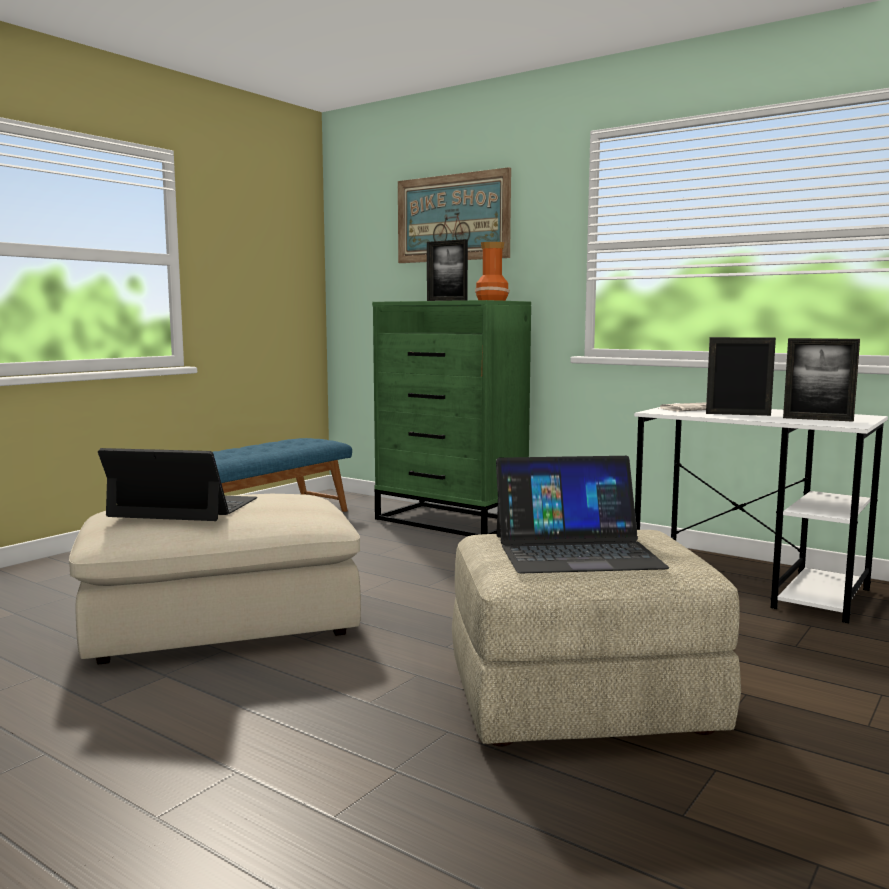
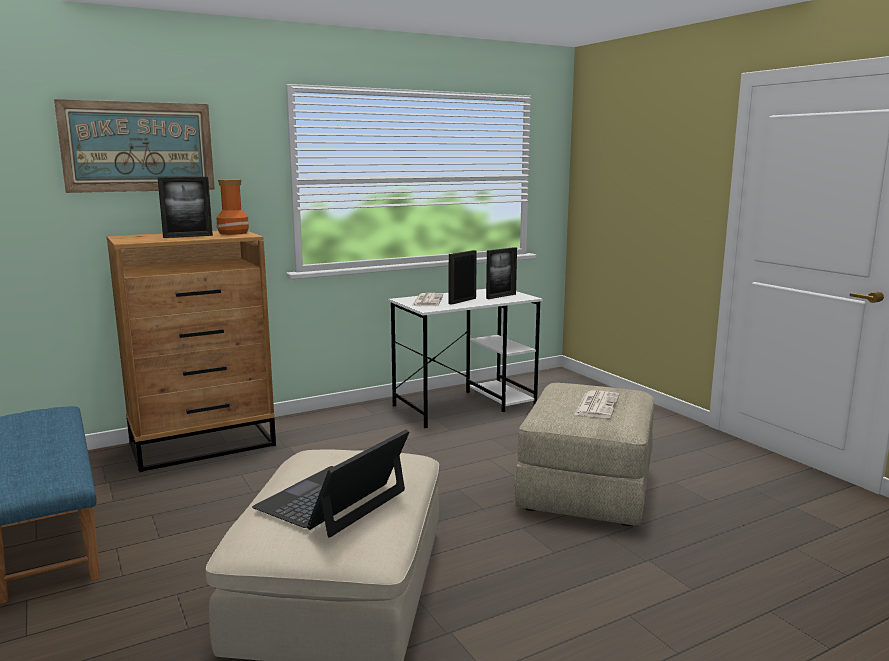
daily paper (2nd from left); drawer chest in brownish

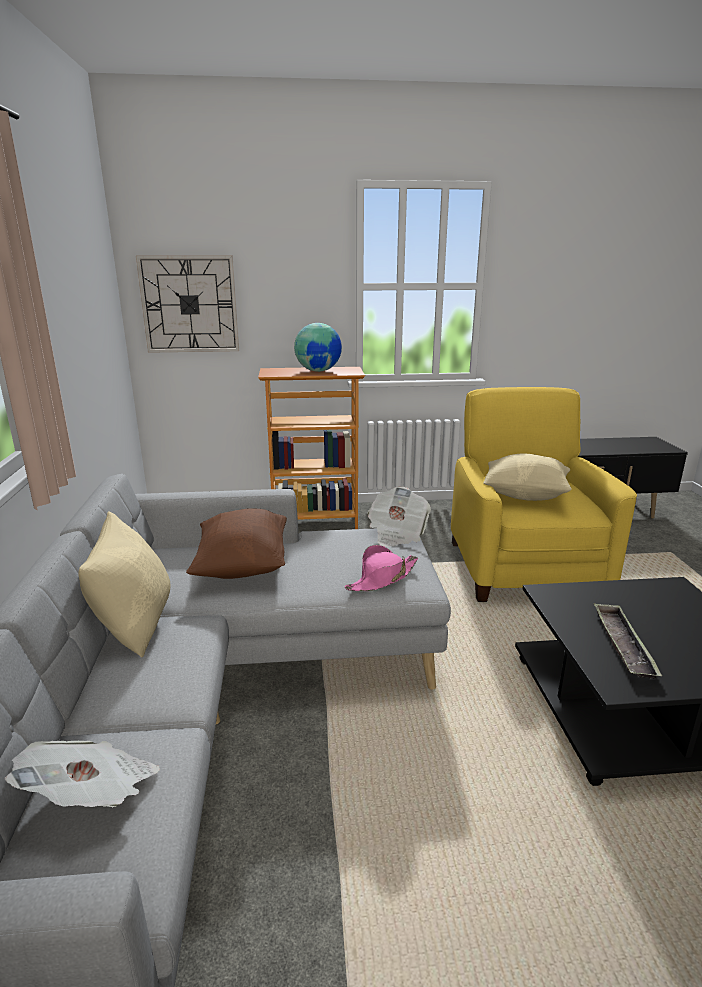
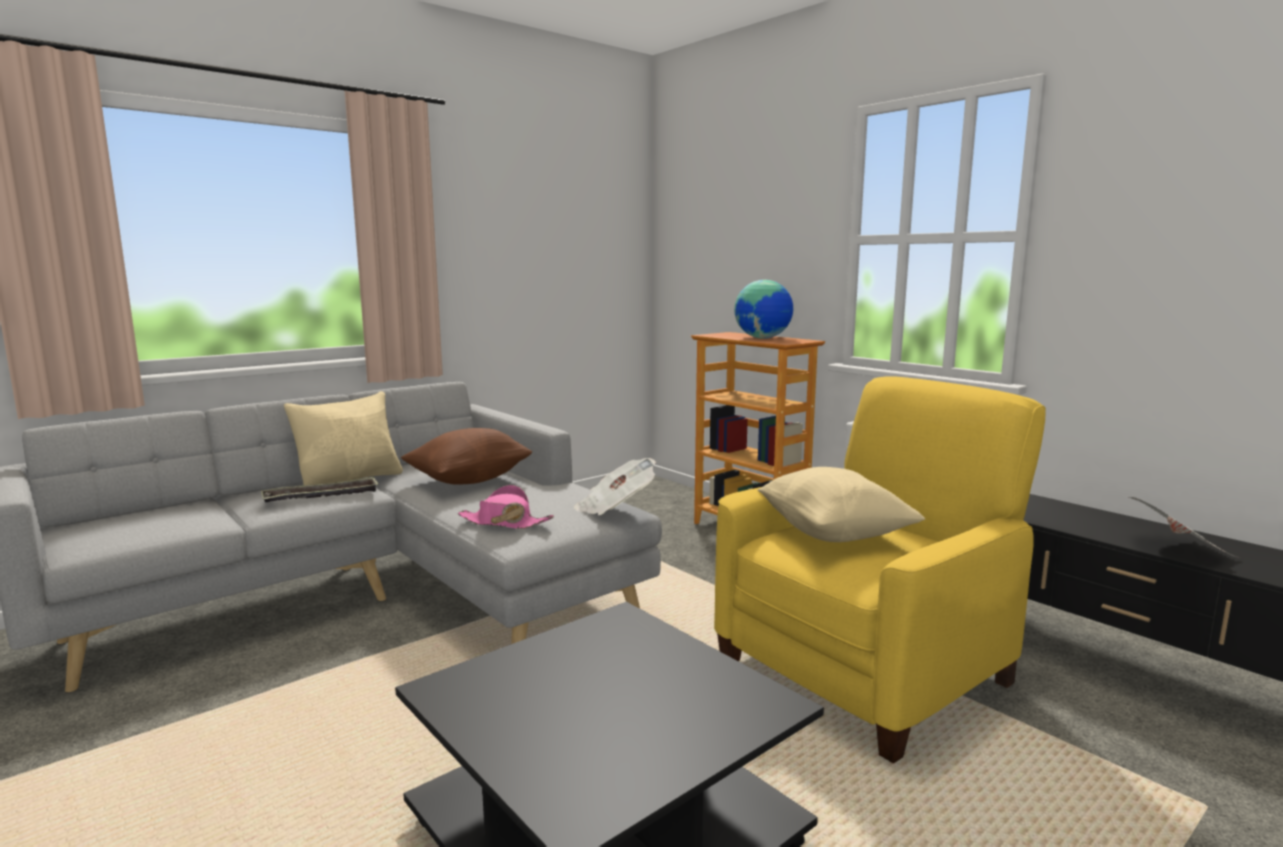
hanging clock; daily paper (2nd from left); serving tray

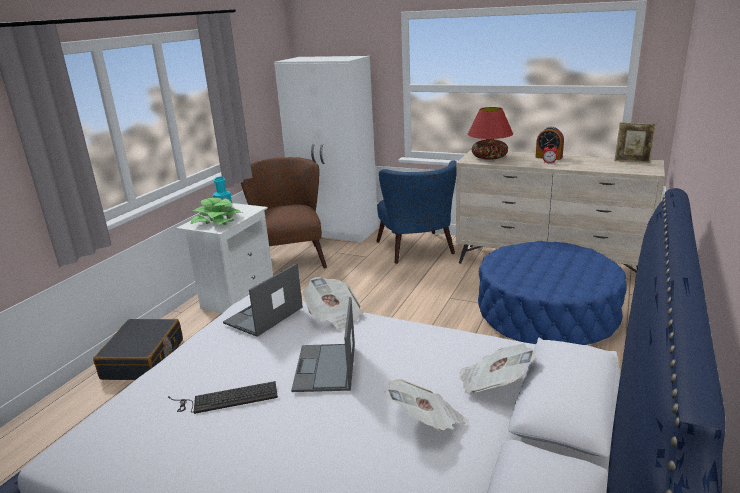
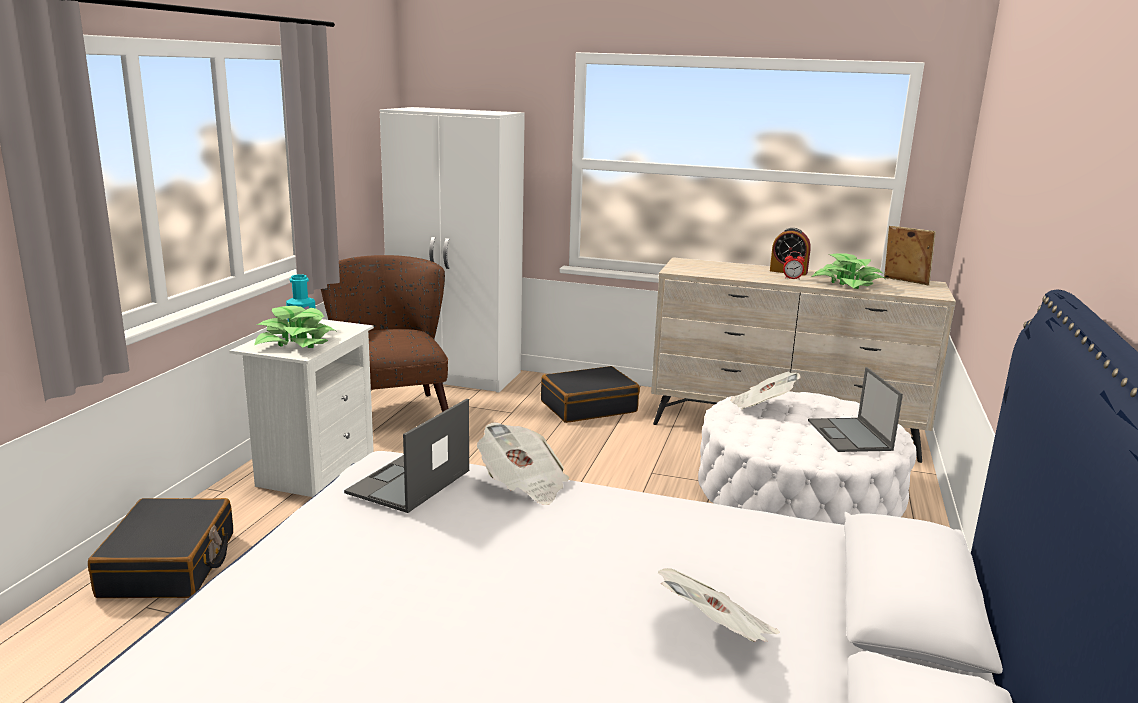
computer keyboard; tabletop lamp in reddish; plant in a pot (2nd from left); portable computer (2nd from left); daily paper (3rd from left); suitcase in blackish (2nd from left); footrest in whitish; photo frame

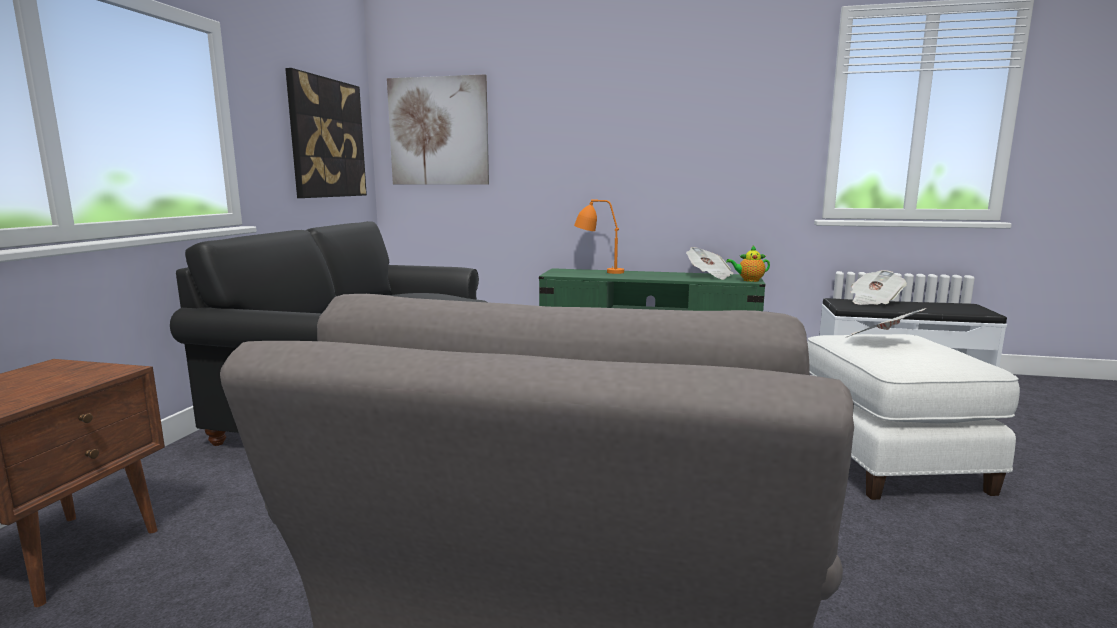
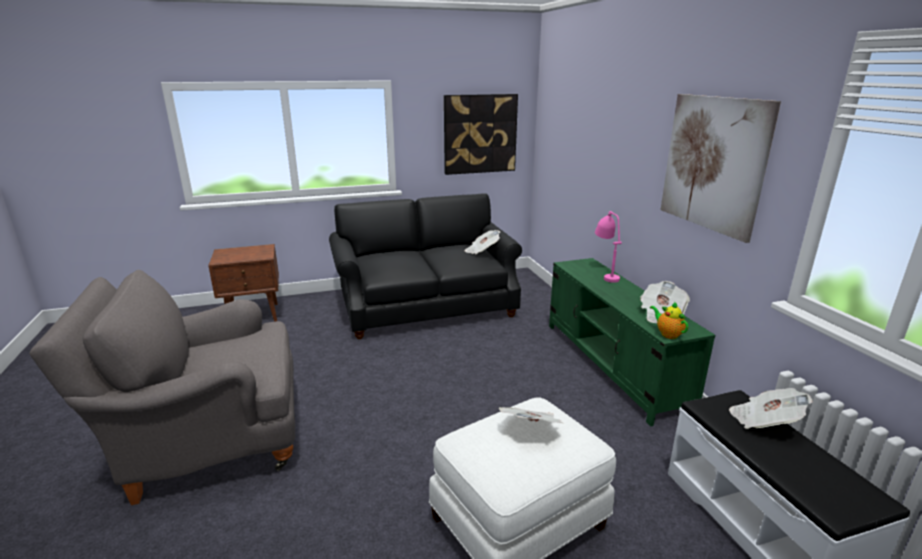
daily paper (1st from left); wall picture (2nd from left); tabletop lamp in pink-coloured

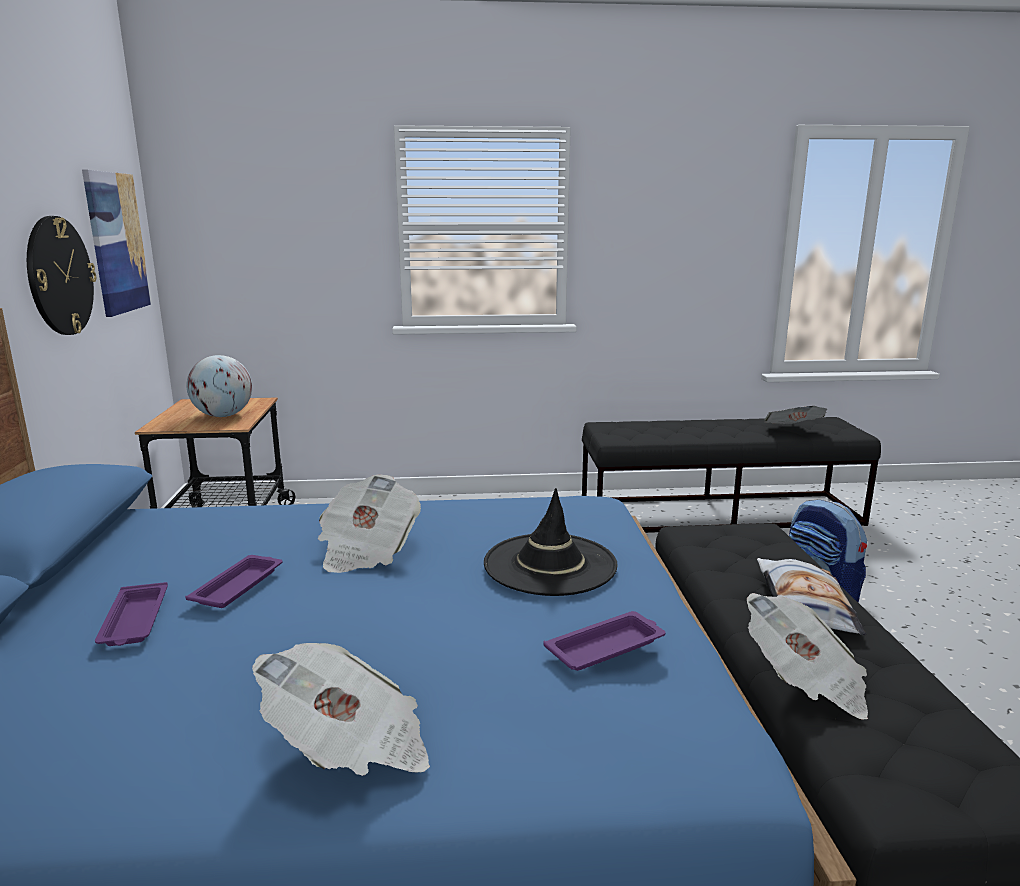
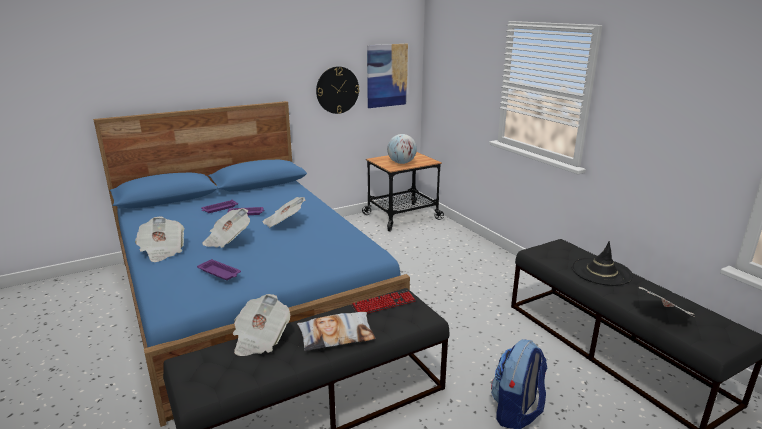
daily paper (2nd from left); computer keyboard; hat in blackish

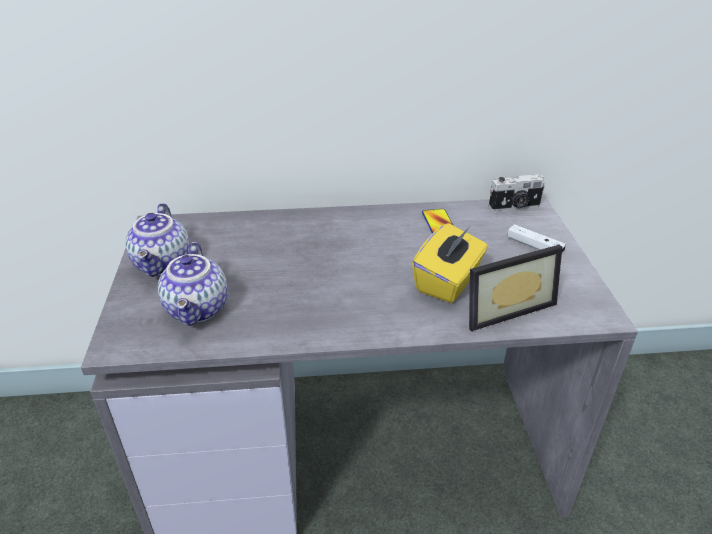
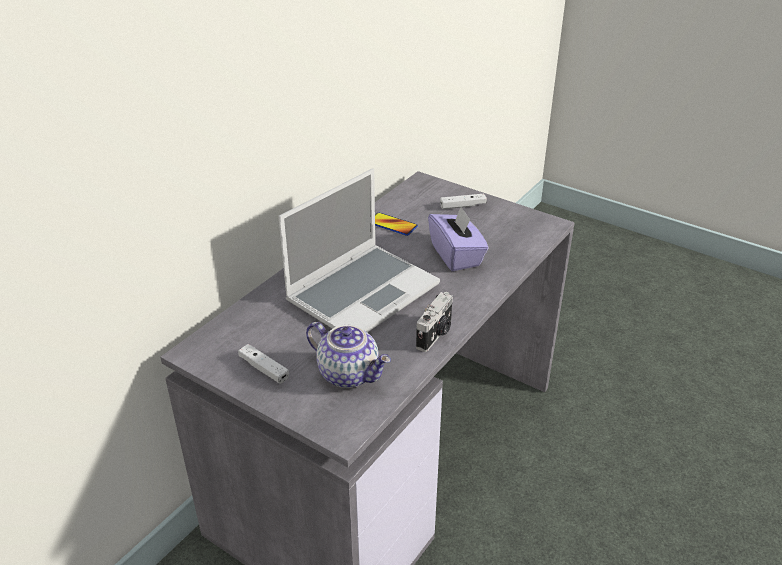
photo frame; portable computer; still camera; game controller in whitish (1st from left); tissue box in purplish

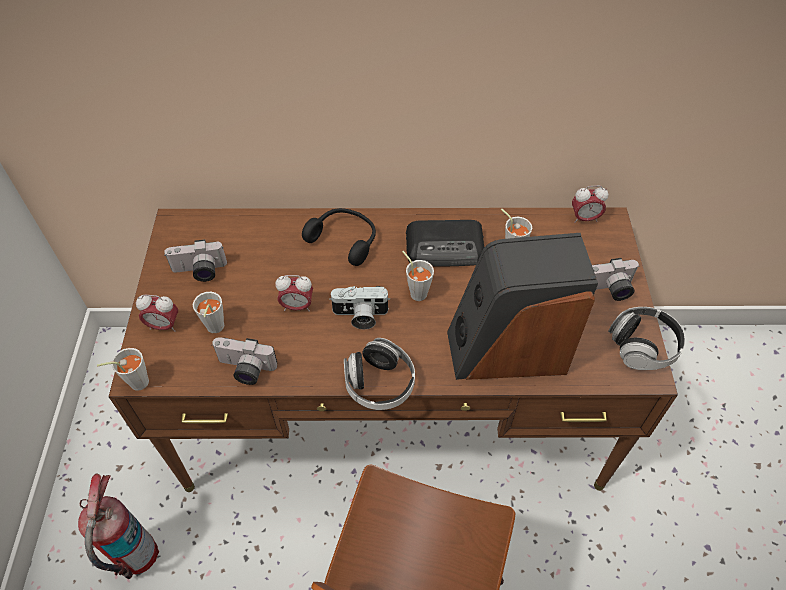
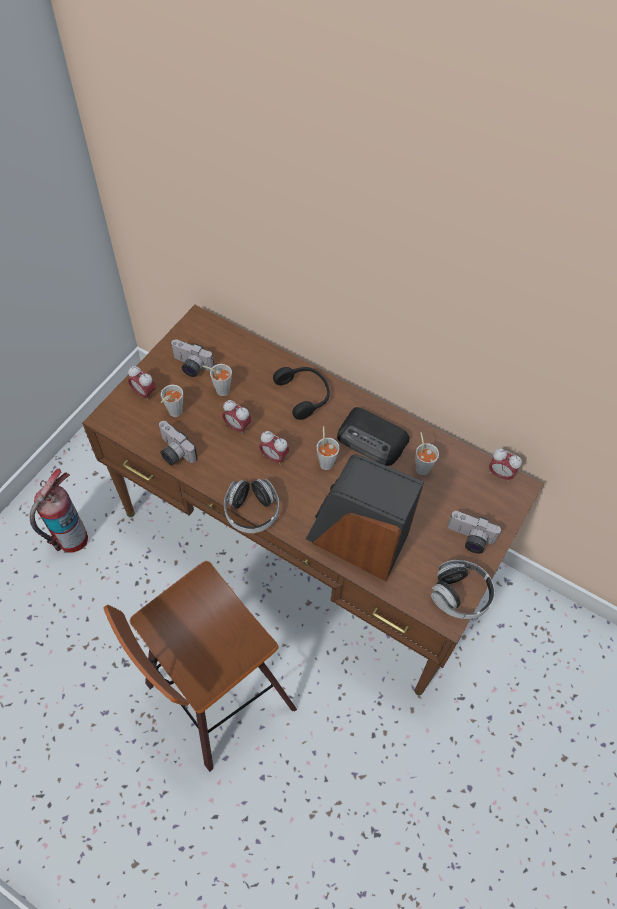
cup in greyish (2nd from left); table clock (3rd from left)

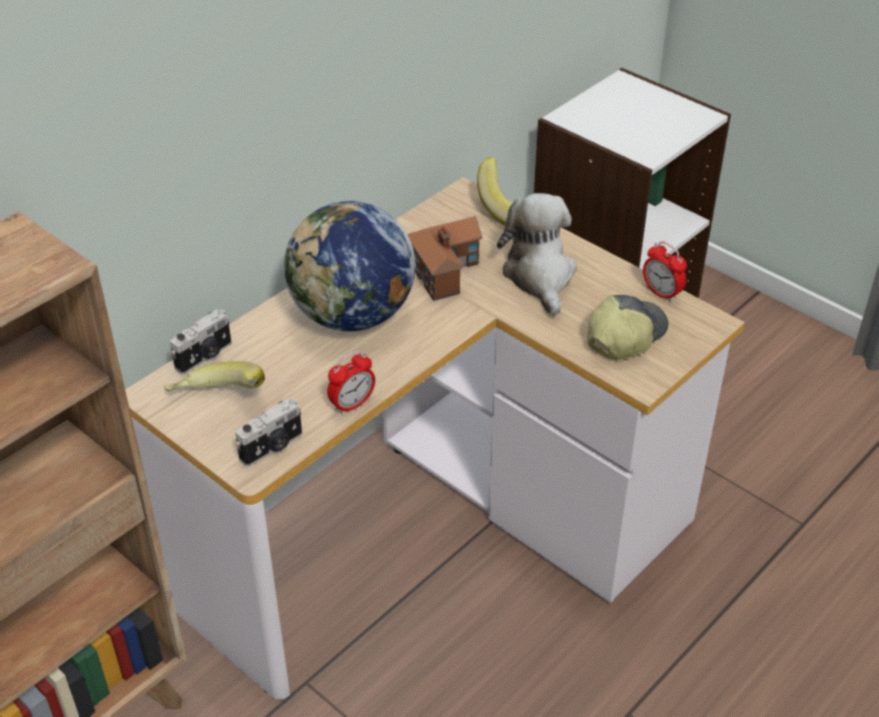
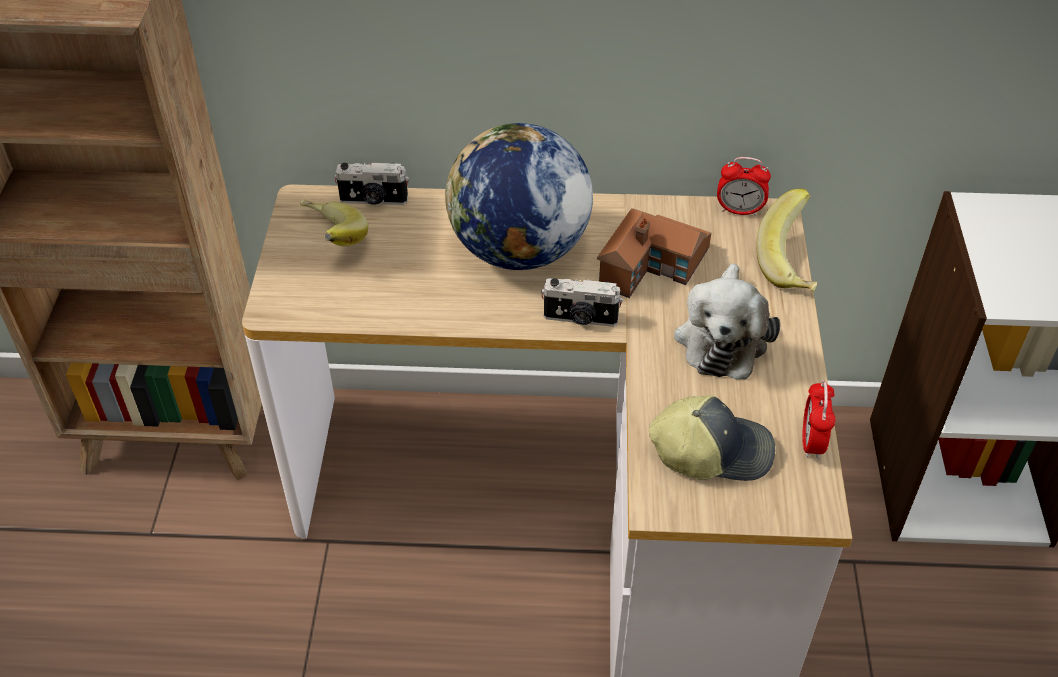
still camera (2nd from left); table clock (1st from left); soft toy

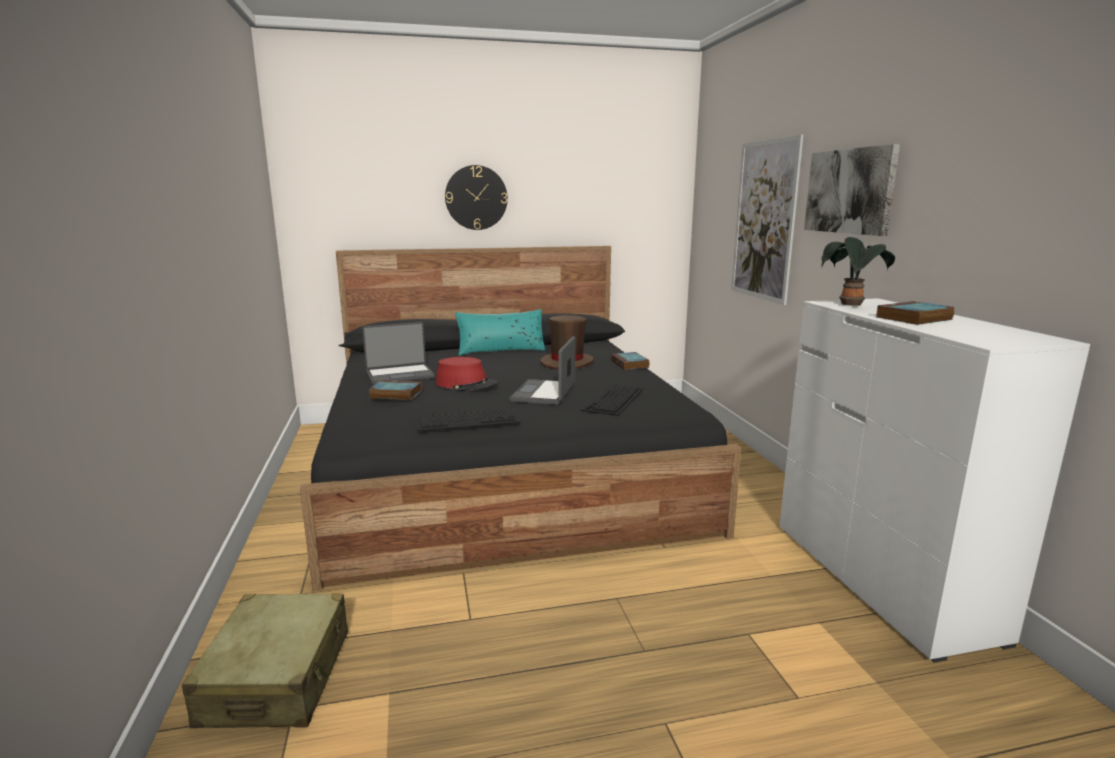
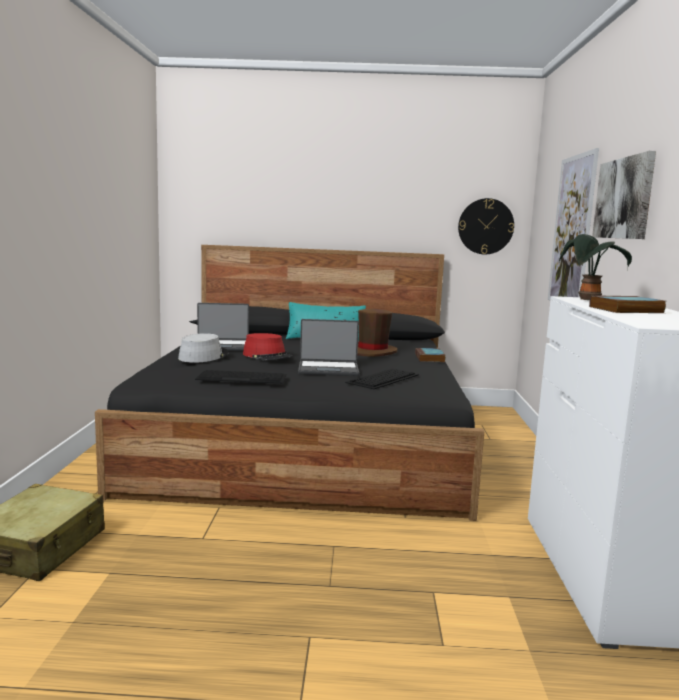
hanging clock; hat in greyish; portable computer (2nd from left)

